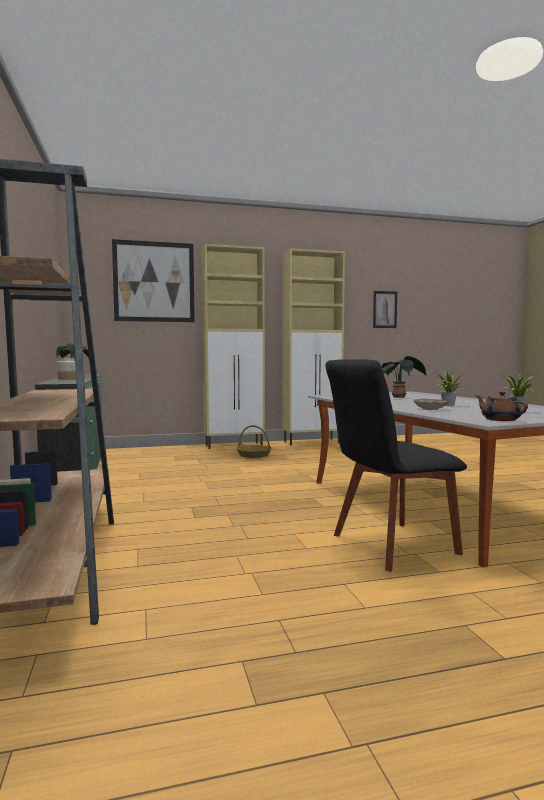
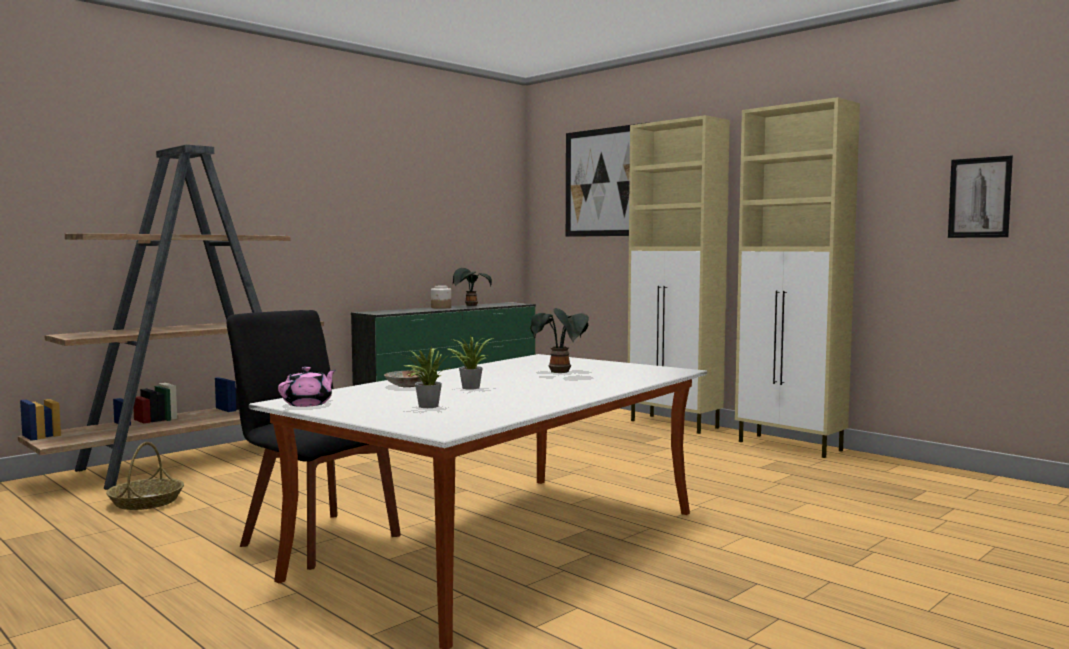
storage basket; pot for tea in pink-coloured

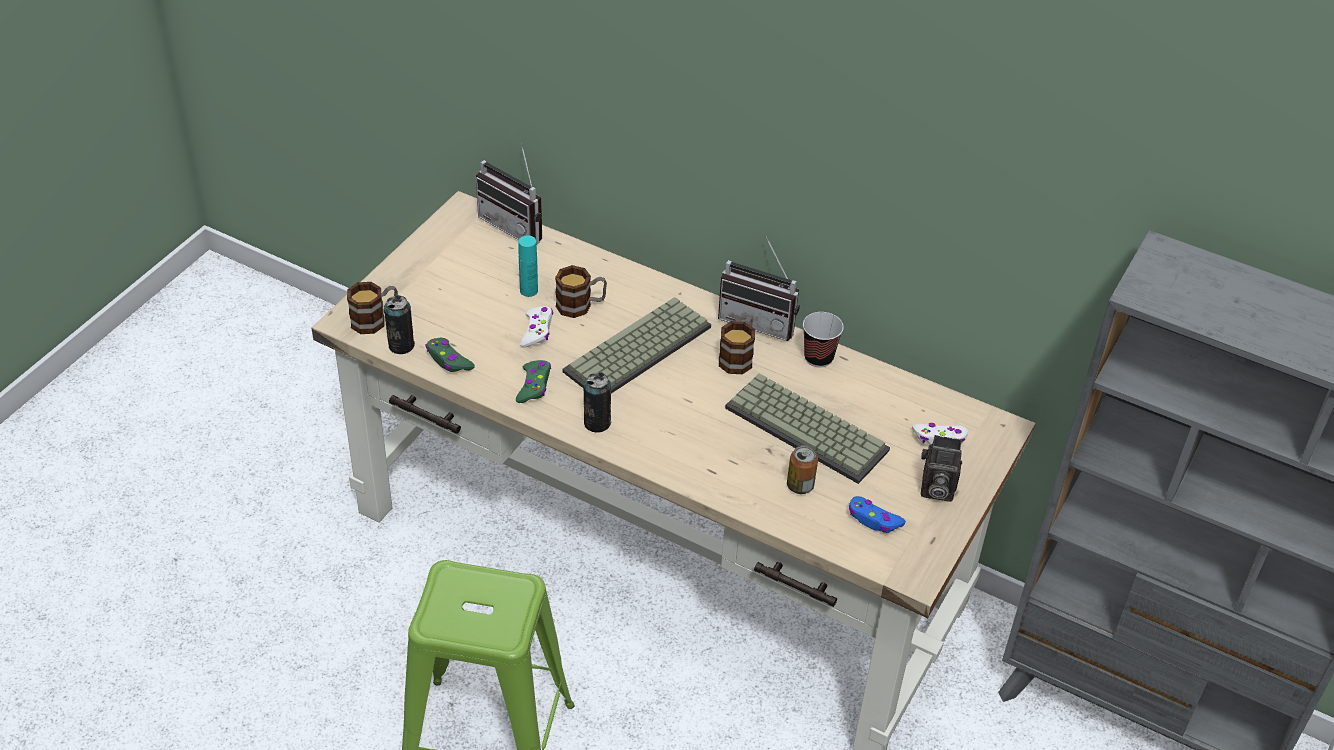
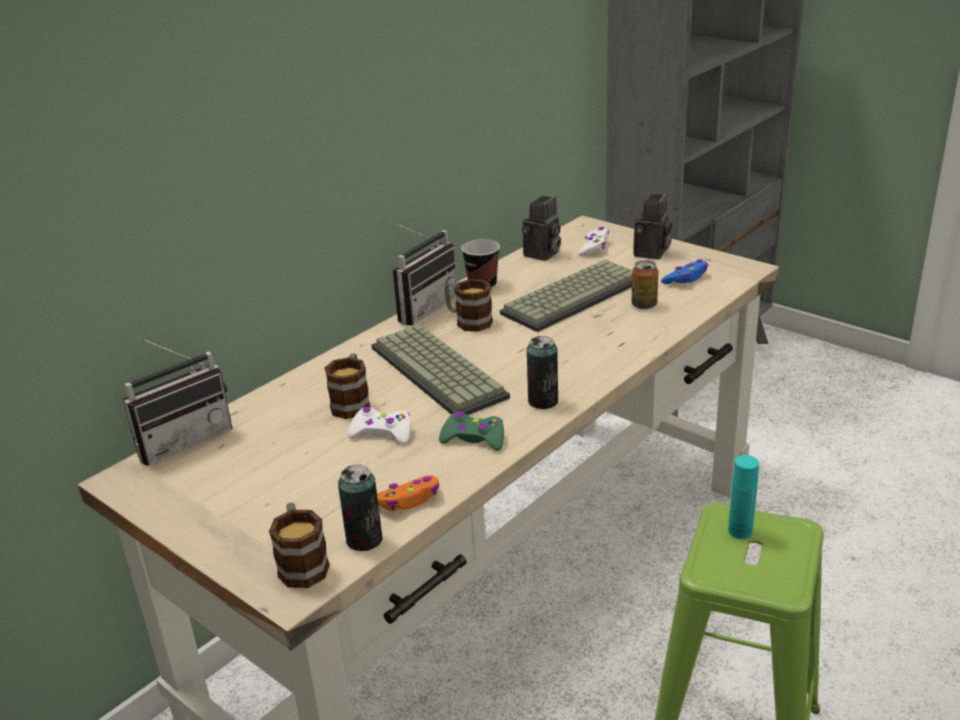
still camera (1st from left); bottle in turquoise-coloured; game controller in orange

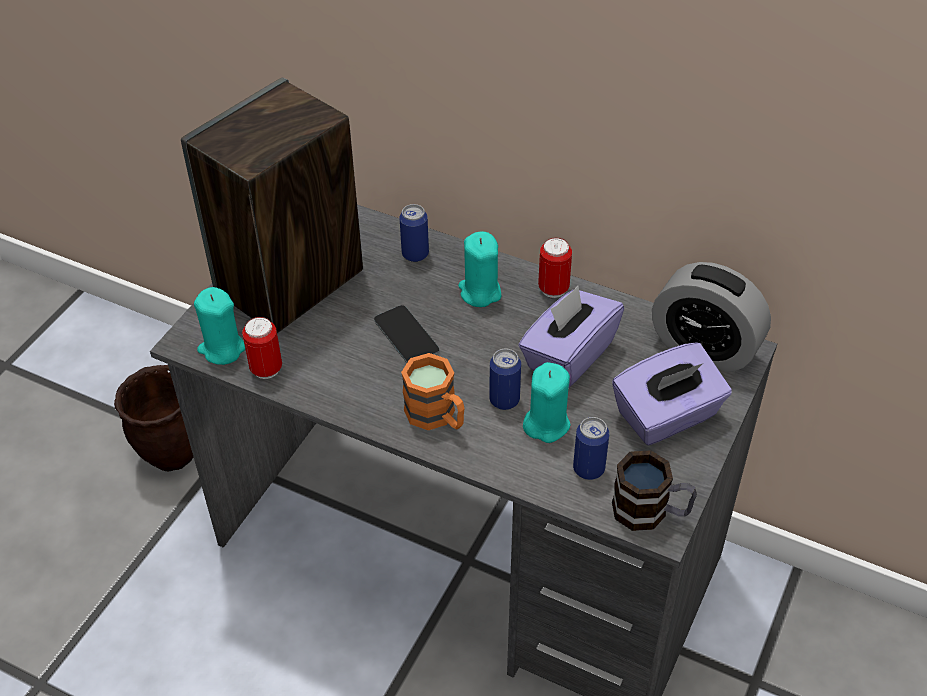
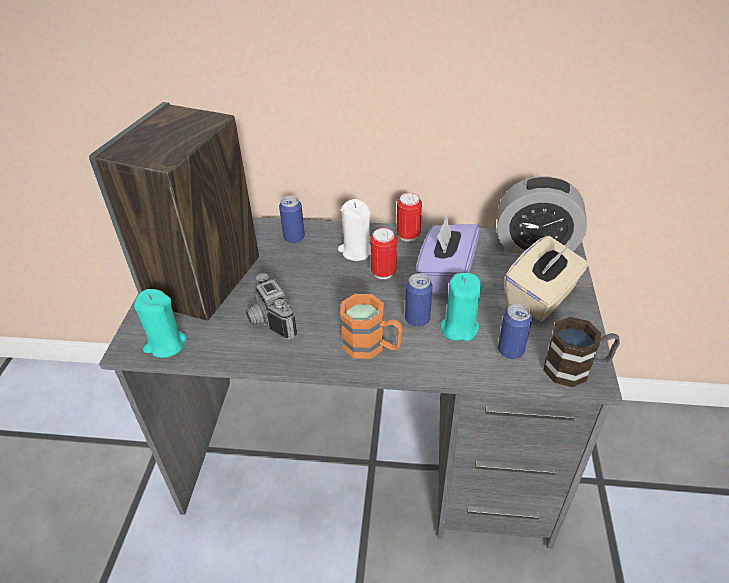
planter in brownish; handset; still camera; metal can (2nd from left); candle in whitish; tissue box in beige-coloured

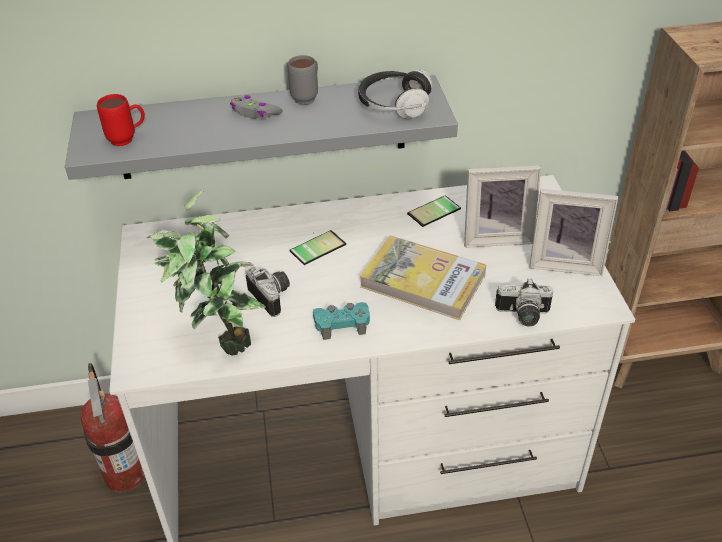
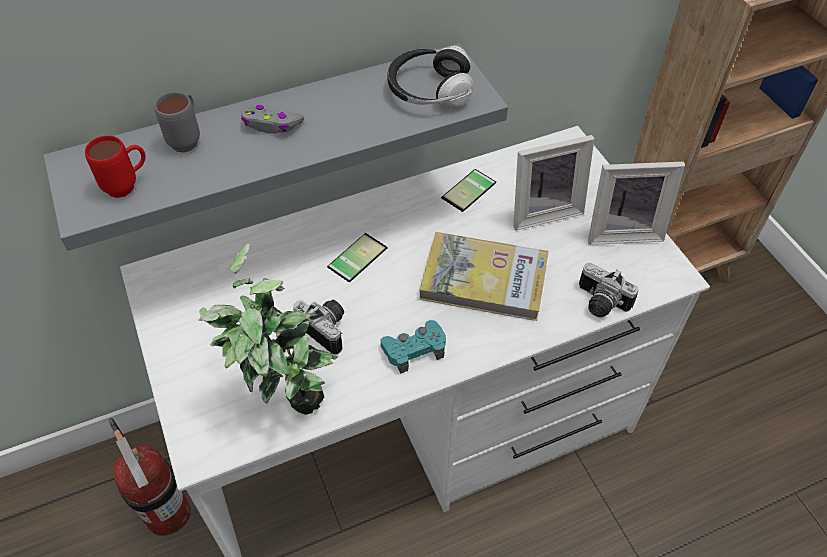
tea mug in greyish; still camera (2nd from left)

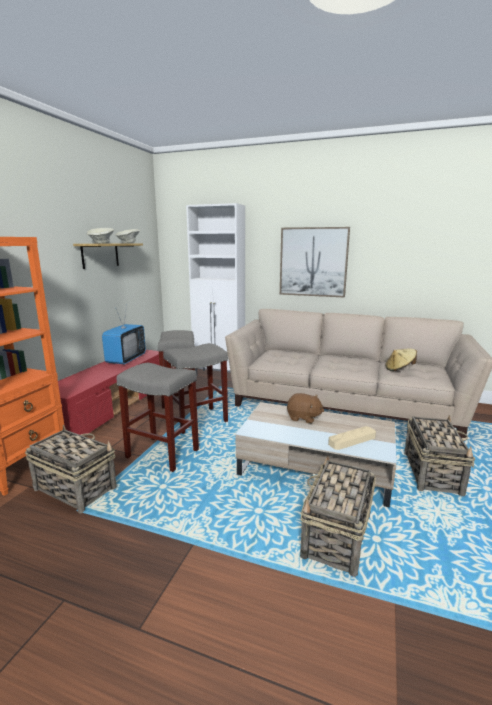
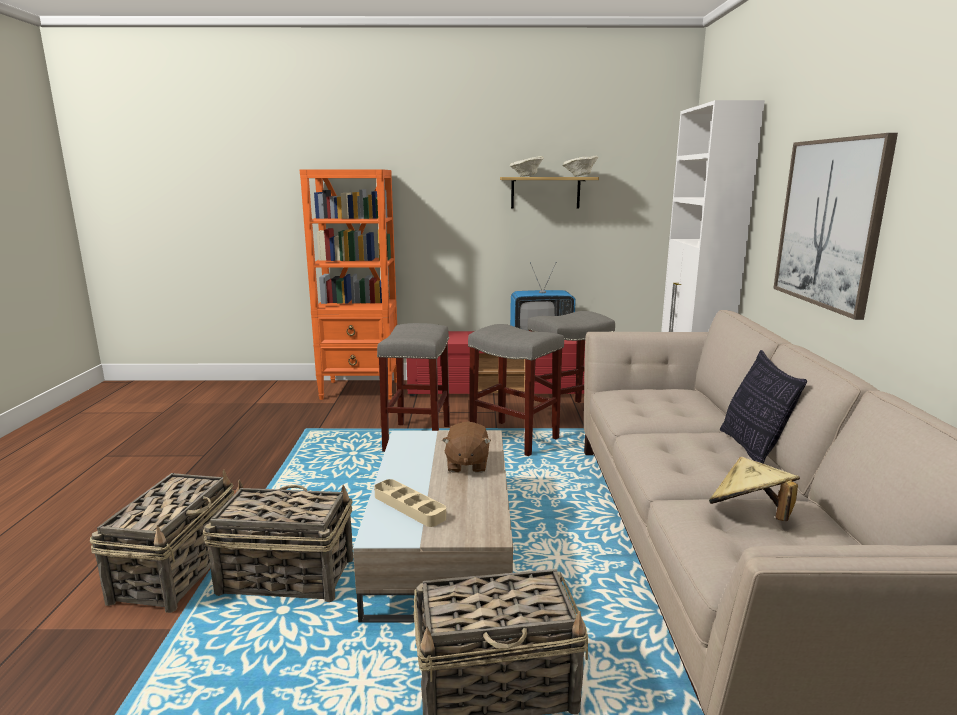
cushion; storage basket (1st from left)

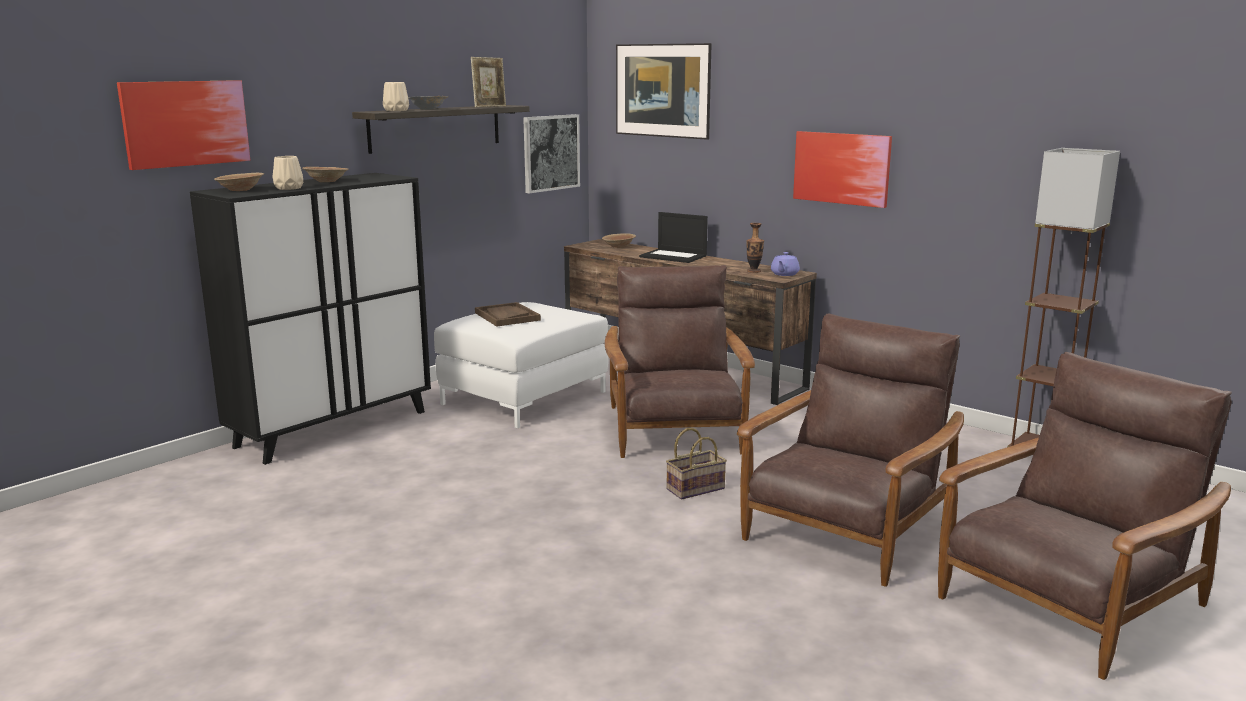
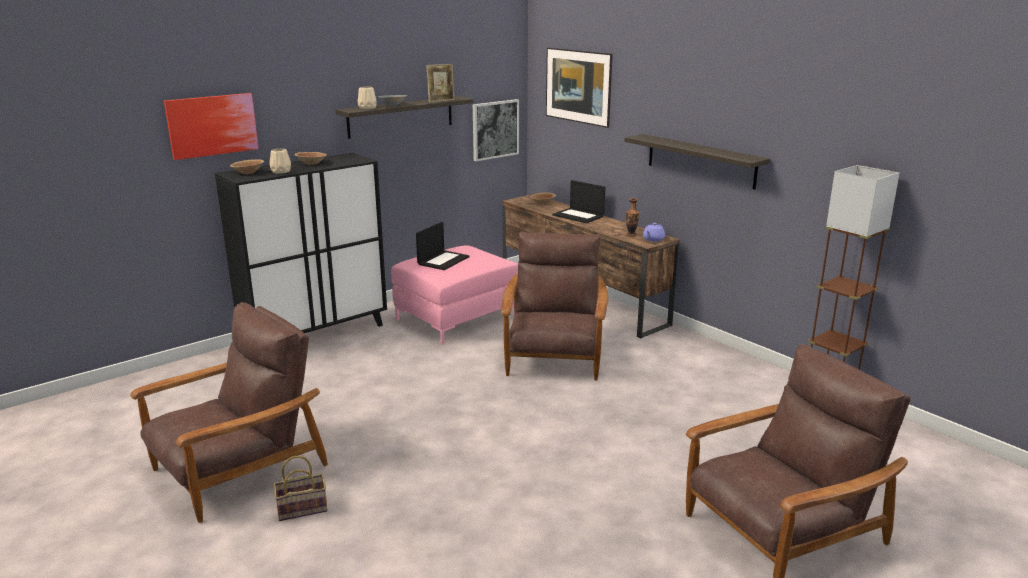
storage basket; lounge chair in brownish (1st from left); portable computer (1st from left); shelf (2nd from left); footrest in pink-coloured

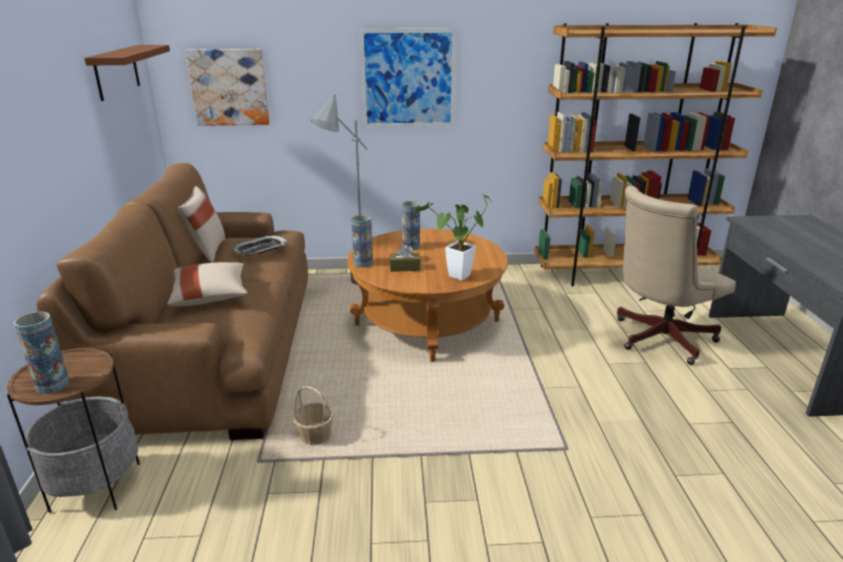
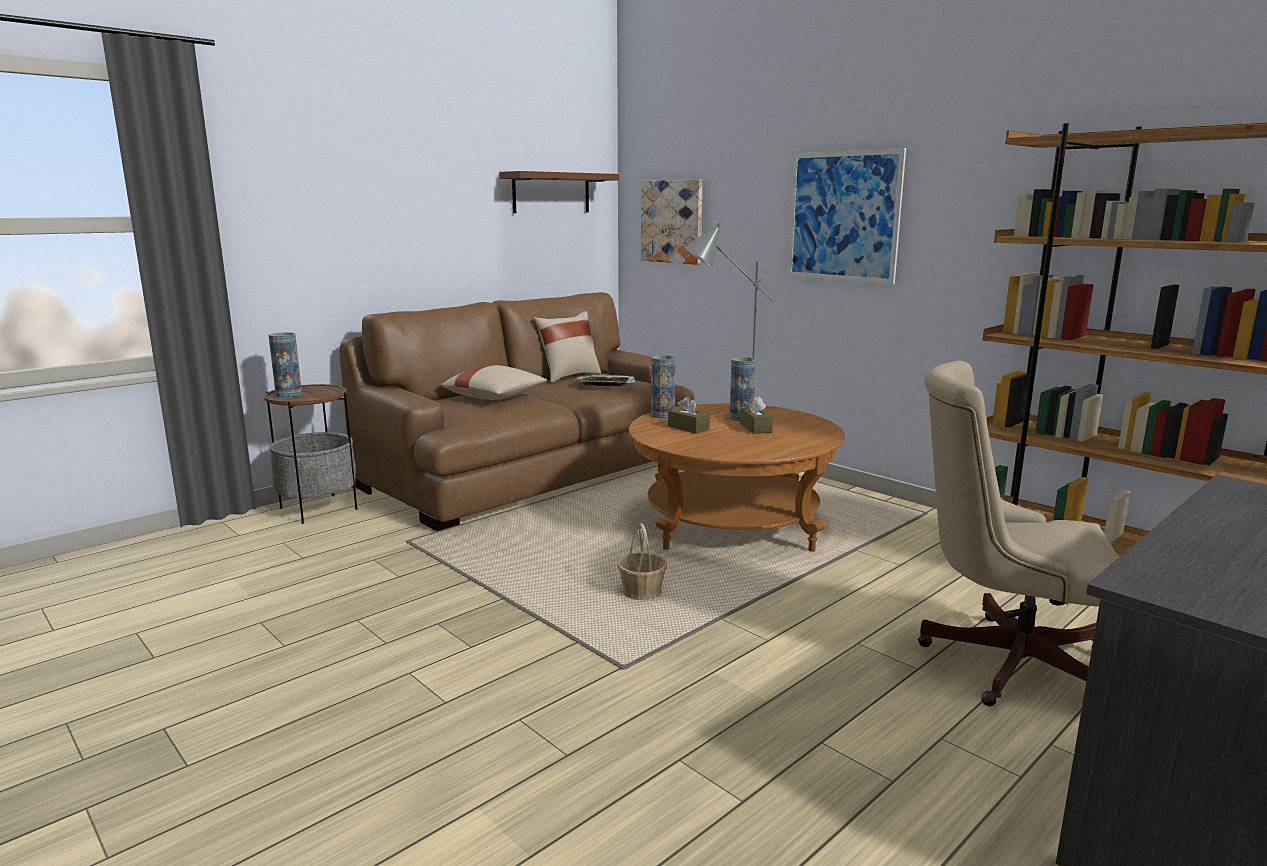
plant in a pot; tissue box in brownish (2nd from left); storage basket

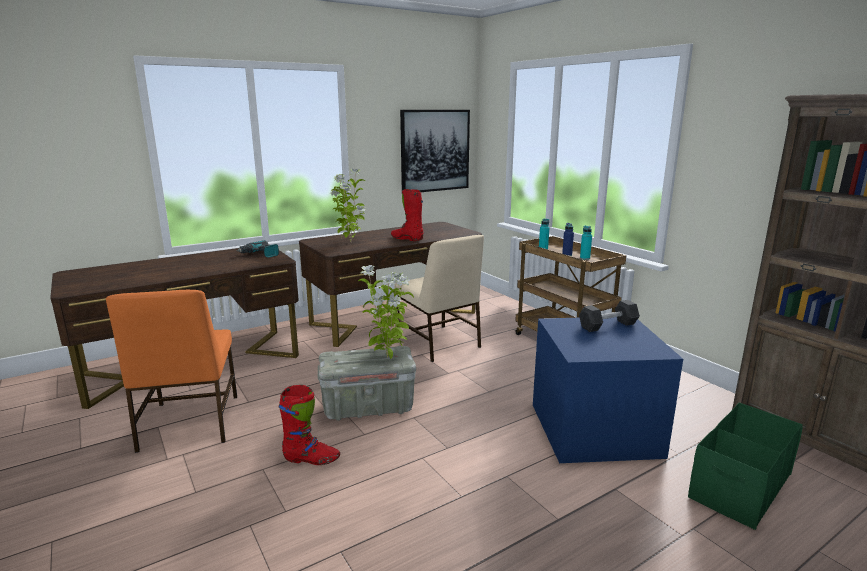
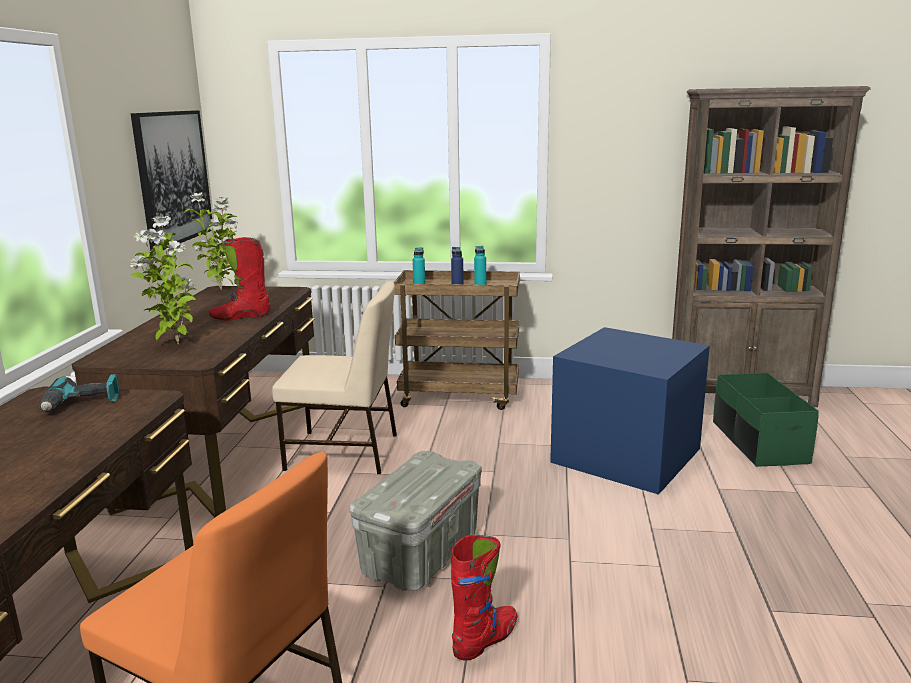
hand weight in blackish; plant in a pot (2nd from left)

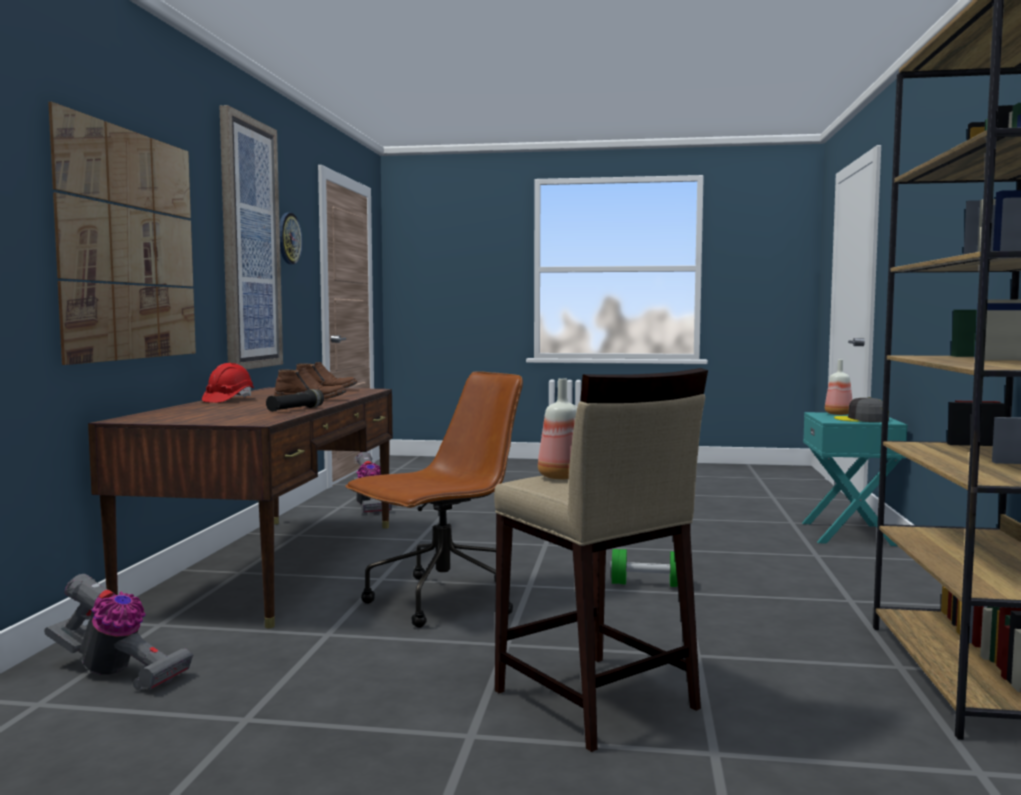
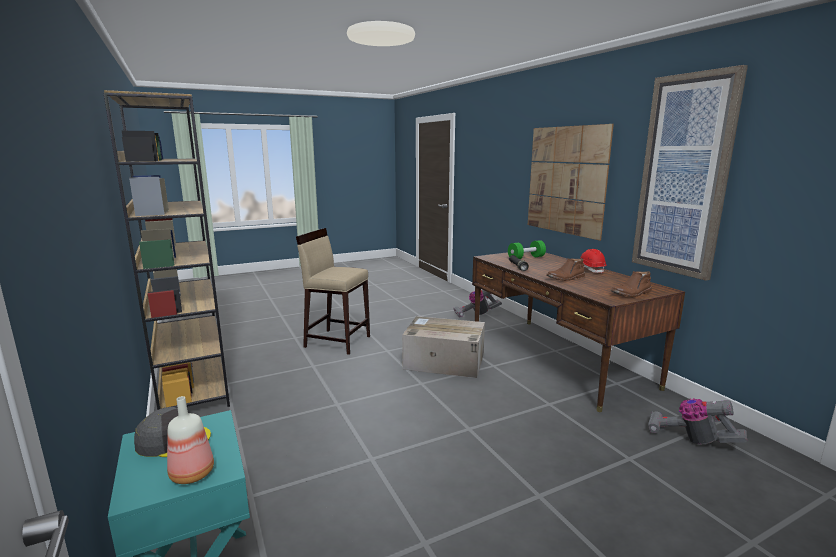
hanging clock; bottle (1st from left in the first image); hand weight in green-coloured; carton

